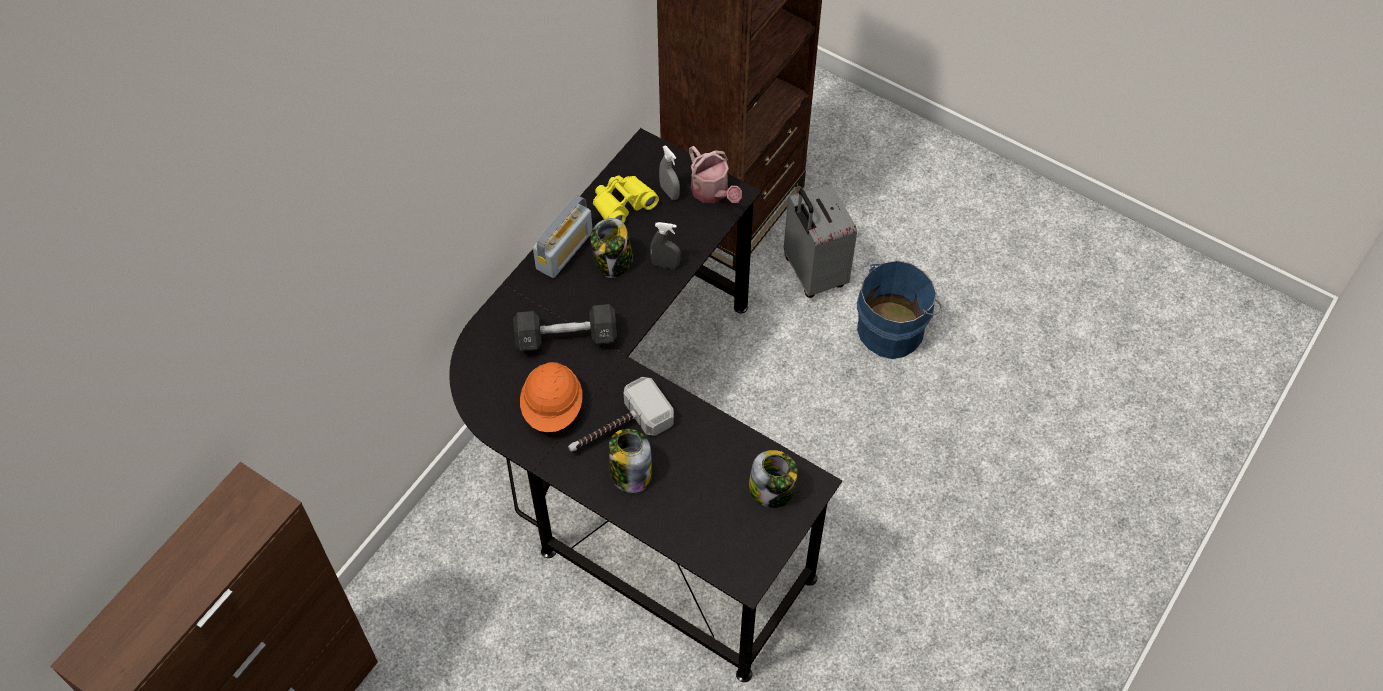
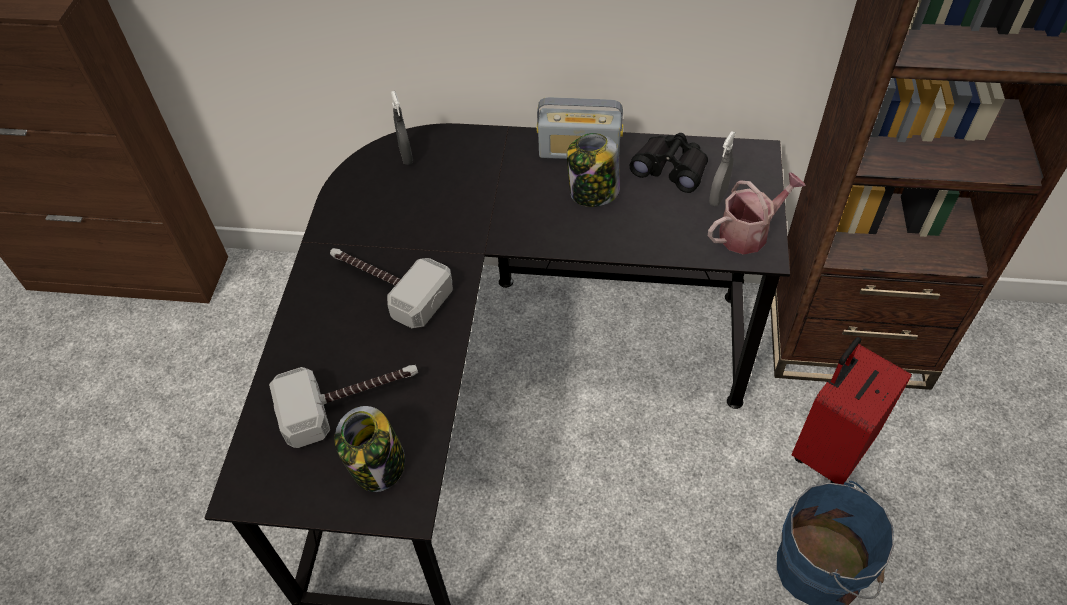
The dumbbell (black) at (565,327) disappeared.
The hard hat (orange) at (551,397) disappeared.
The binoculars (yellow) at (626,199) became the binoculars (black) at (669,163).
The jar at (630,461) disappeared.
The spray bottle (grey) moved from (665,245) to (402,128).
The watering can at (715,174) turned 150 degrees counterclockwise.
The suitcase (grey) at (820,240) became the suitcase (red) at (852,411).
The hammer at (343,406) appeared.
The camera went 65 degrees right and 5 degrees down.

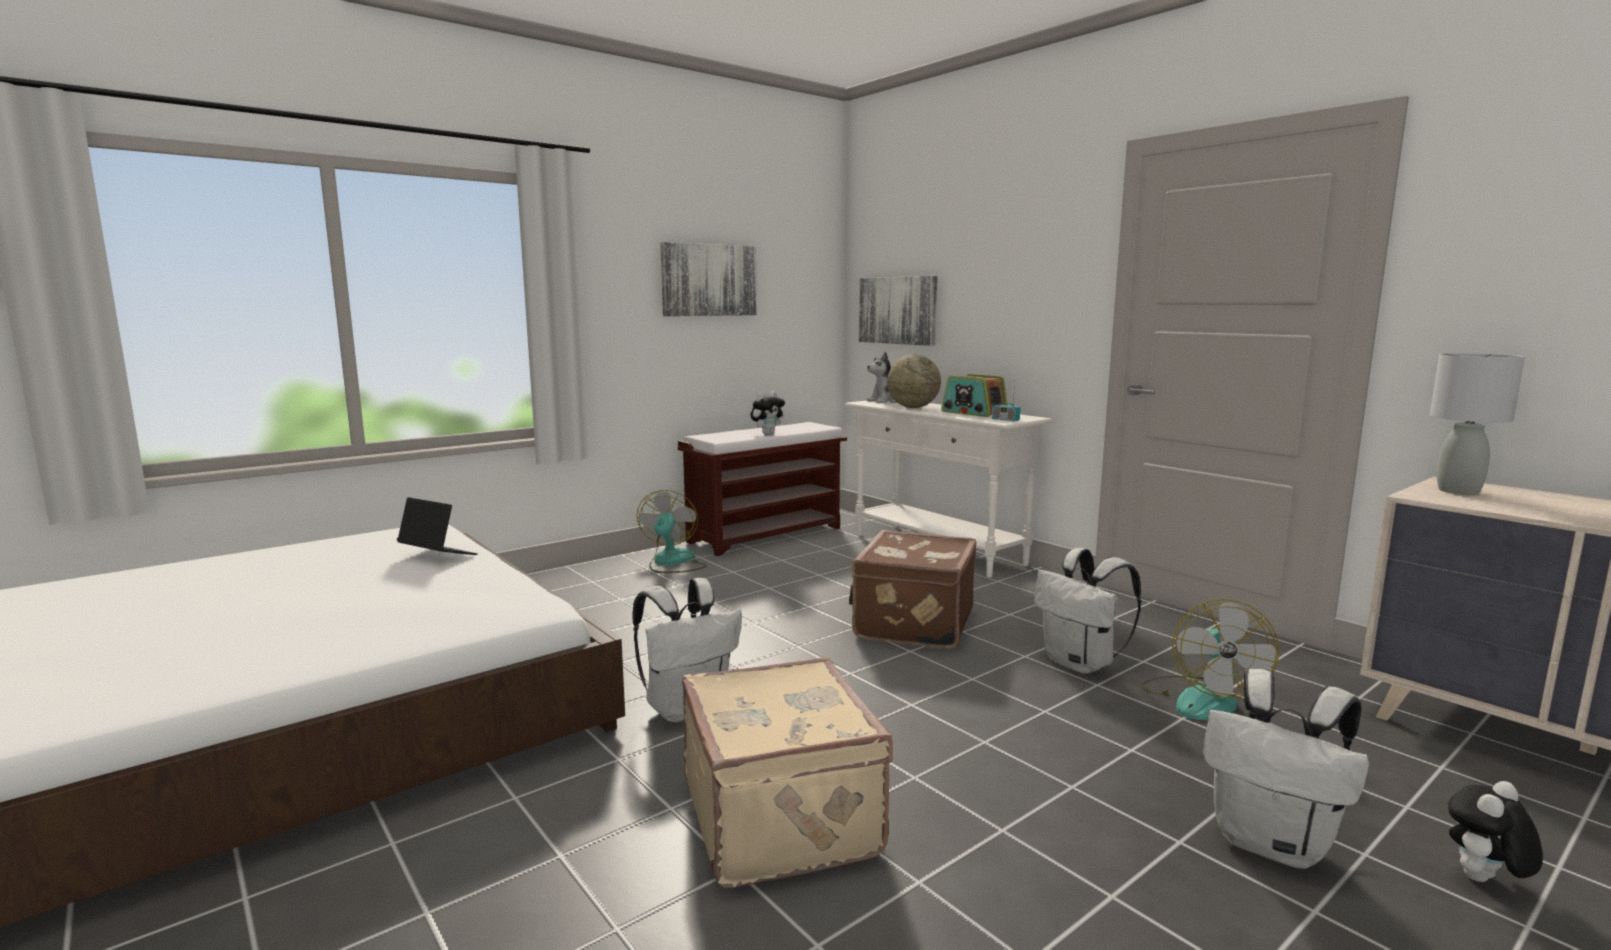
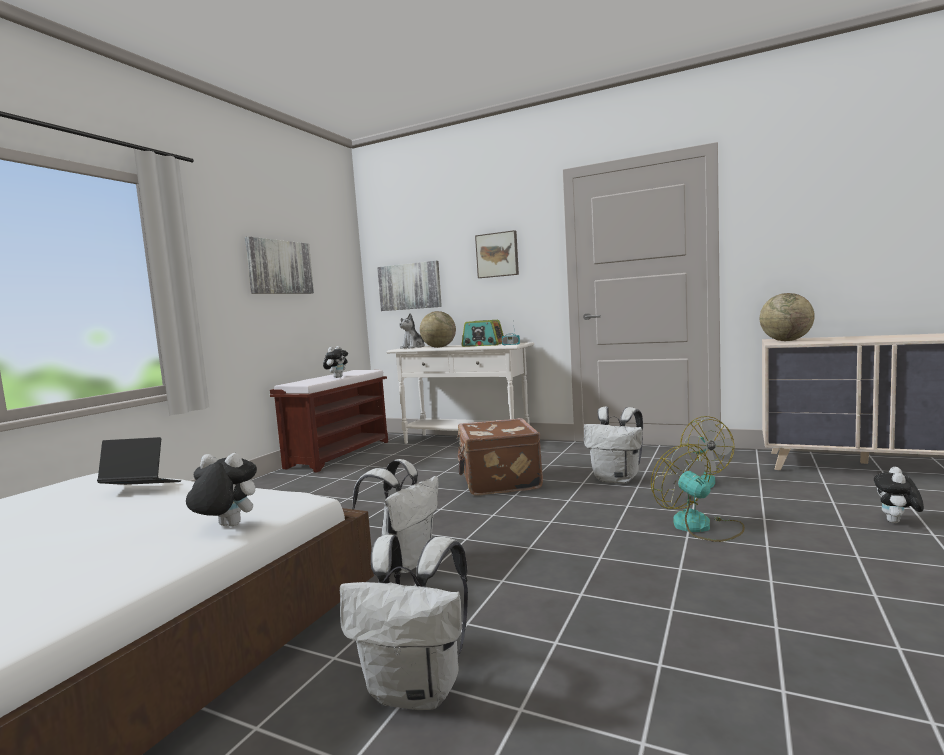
The fan moved from (672,531) to (698,493).
The suitcase (beige) at (787,772) disappeared.
The backpack (white) moved from (1286,769) to (404,622).
The table lamp (grey) at (1477,424) was replaced by the globe at (787,317).
The plush toy at (221,489) appeared.
The picture at (497,254) appeared.
The camera went 25 degrees left and 5 degrees down.

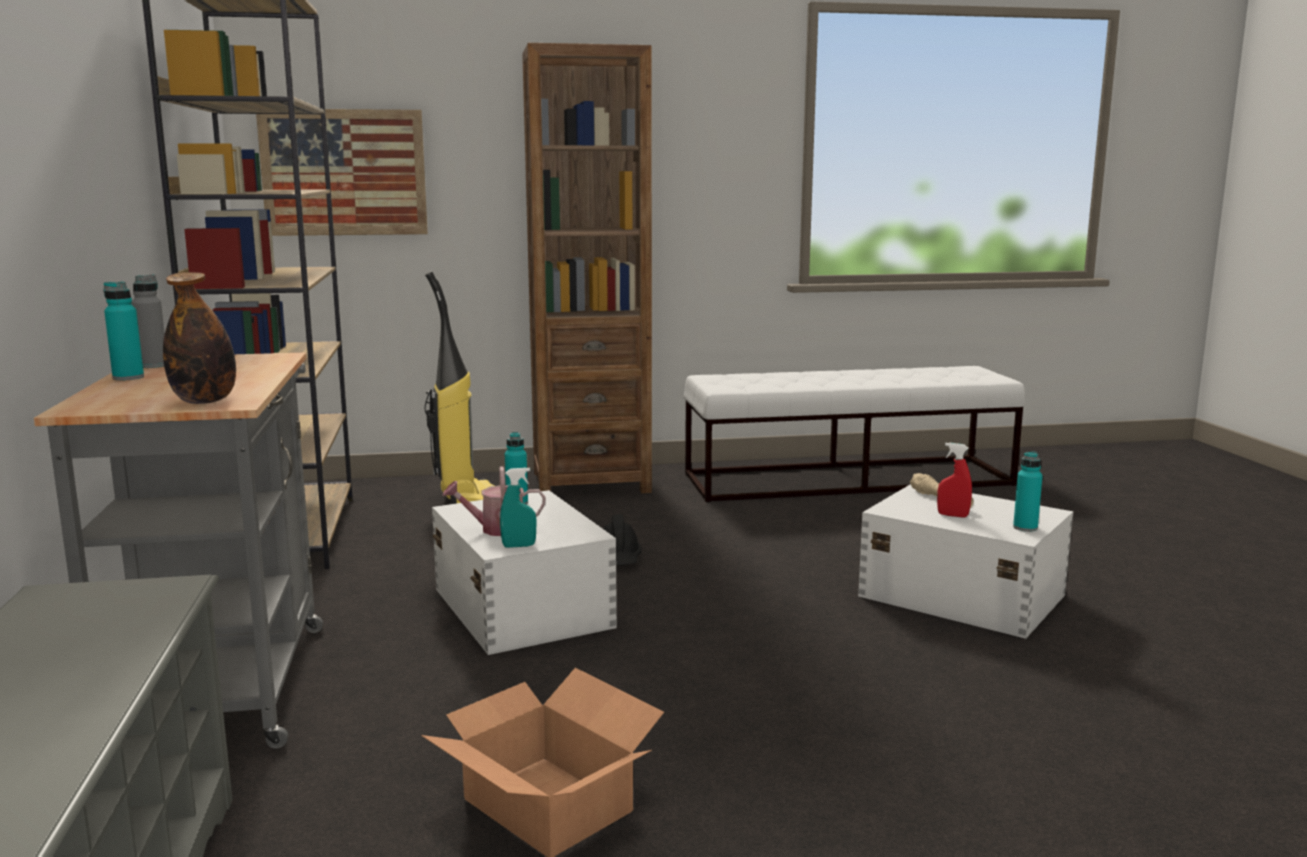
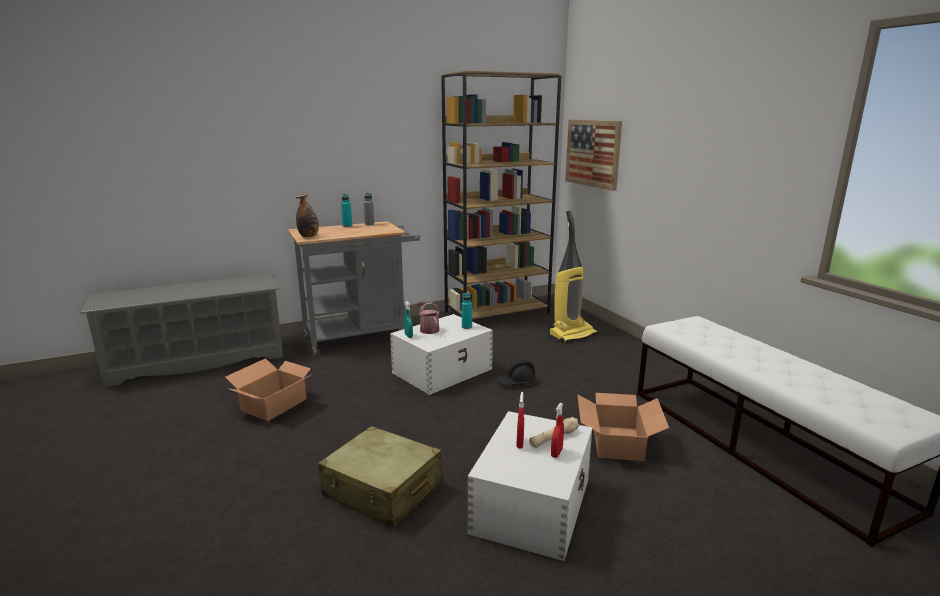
The bookcase (brown) at (587,268) disappeared.
The bottle (turquoise) at (1028,491) disappeared.
The suitcase (beige) at (380,476) appeared.
The spray bottle (red) at (557,430) appeared.
The cardboard box at (623,427) appeared.
The camera went 75 degrees right and 5 degrees up.

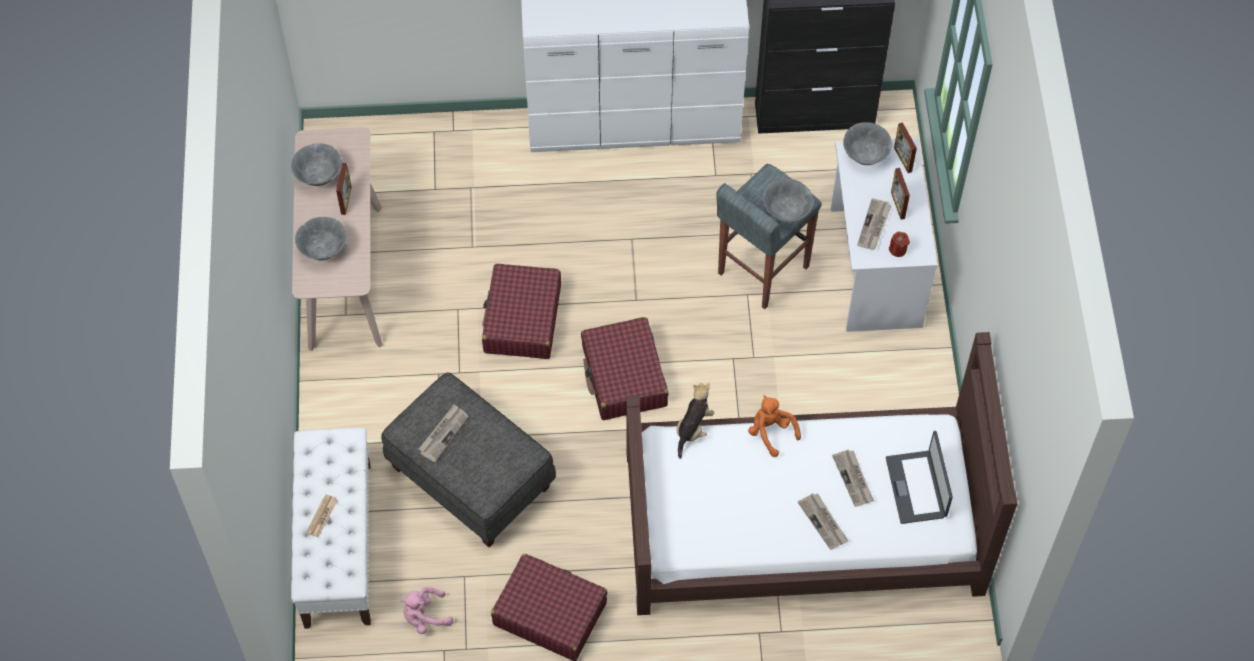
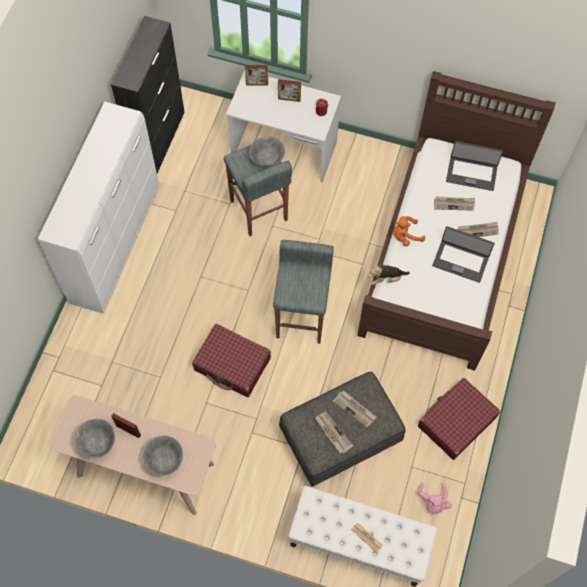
The suitcase (red) at (625,368) was replaced by the stool (grey) at (303,292).
The plush toy at (695,421) turned 60 degrees counterclockwise.
The bowl (grey) at (867,143) disappeared.
The newspaper moved from (874,224) to (355,408).
The laptop at (463,254) appeared.
The camera went 70 degrees left and 5 degrees up.

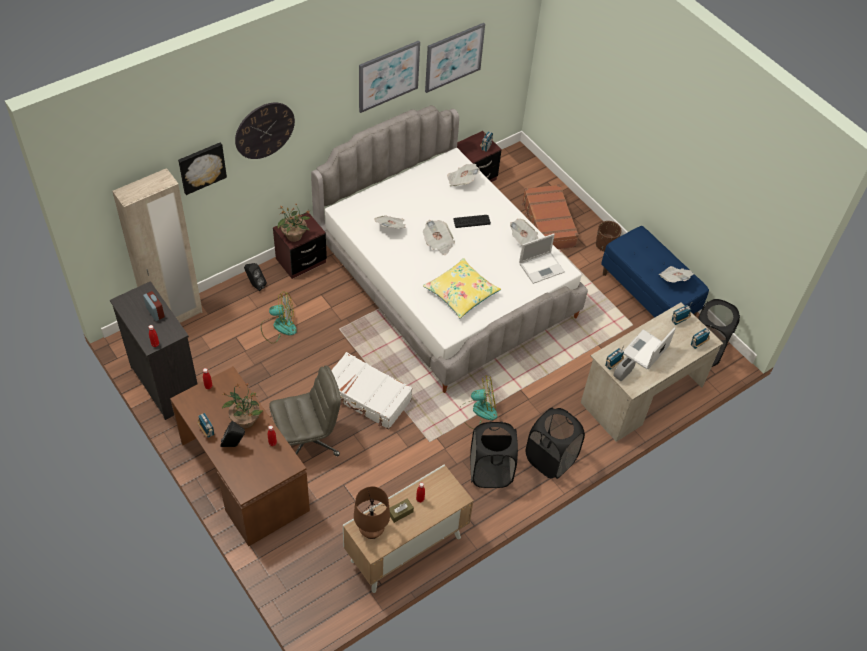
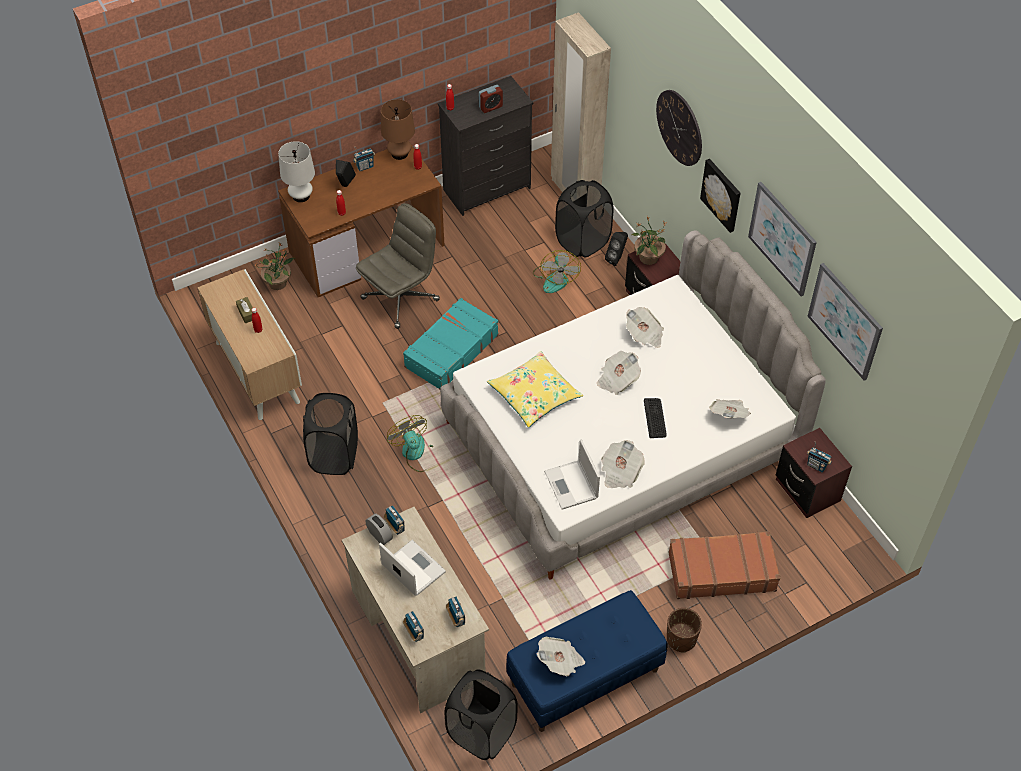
The picture moved from (202,169) to (720,196).
The potted plant moved from (242,405) to (274,266).
The office chair (grey) at (305,411) turned 120 degrees counterclockwise.
The suitcase (white) at (372,391) became the suitcase (turquoise) at (451,343).
The table lamp (brown) moved from (372,513) to (398,129).
The fan at (479,402) turned 150 degrees clockwise.
The laundry basket (black) moved from (555,443) to (584,219).
The table lamp (white) at (296,171) appeared.
The camera went 100 degrees right and 0 degrees up.

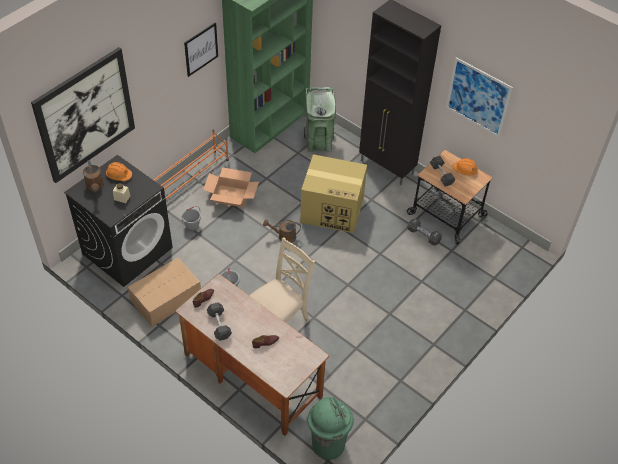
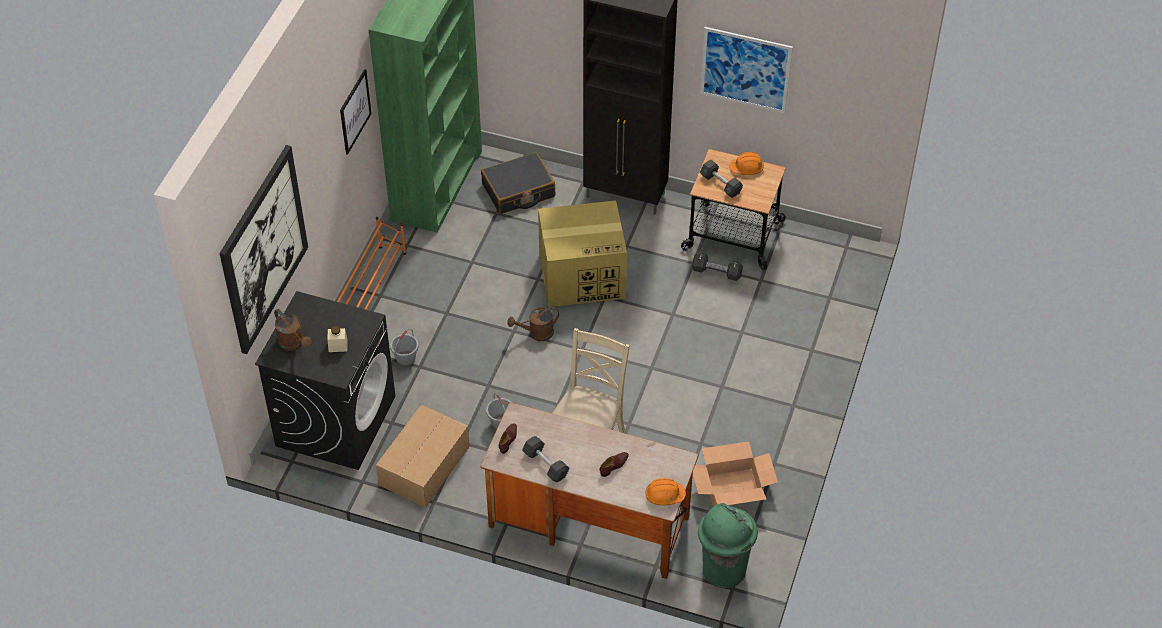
The hard hat (orange) moved from (119,171) to (666,491).
The cardboard box moved from (231,187) to (735,473).
The trash can (green) at (320,119) was replaced by the suitcase (black) at (518,183).
The camera went 20 degrees left and 0 degrees up.

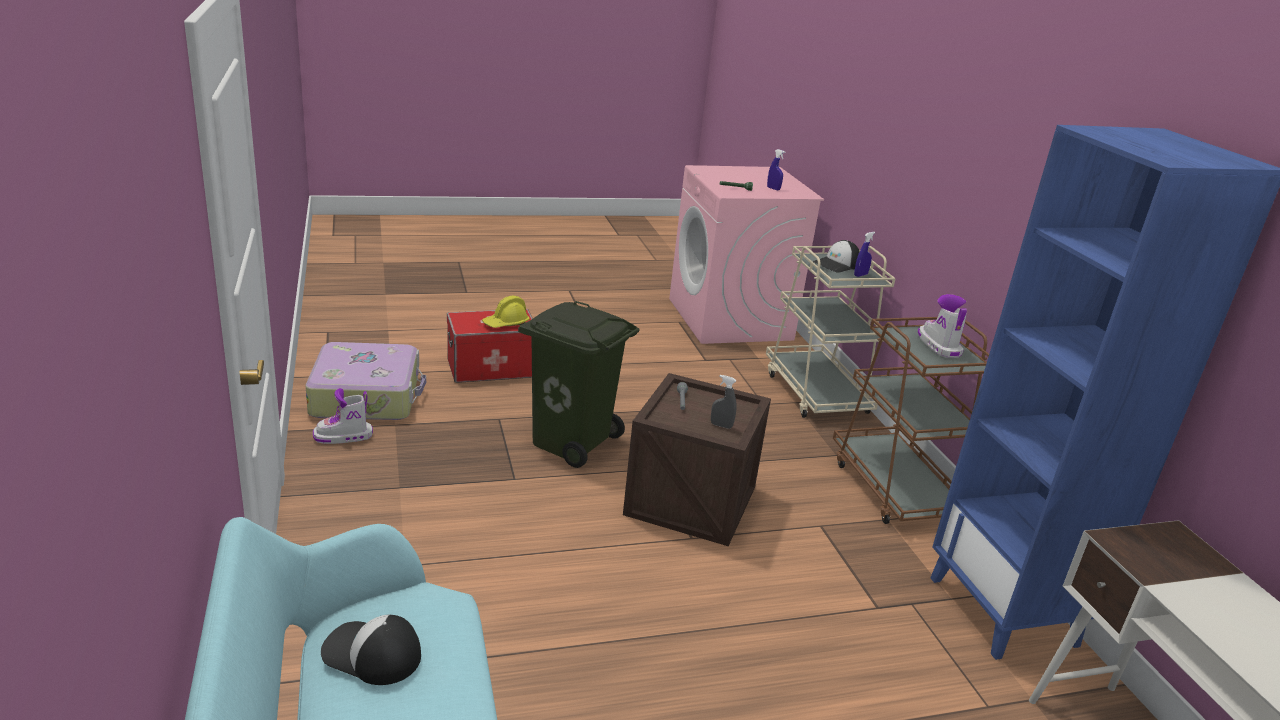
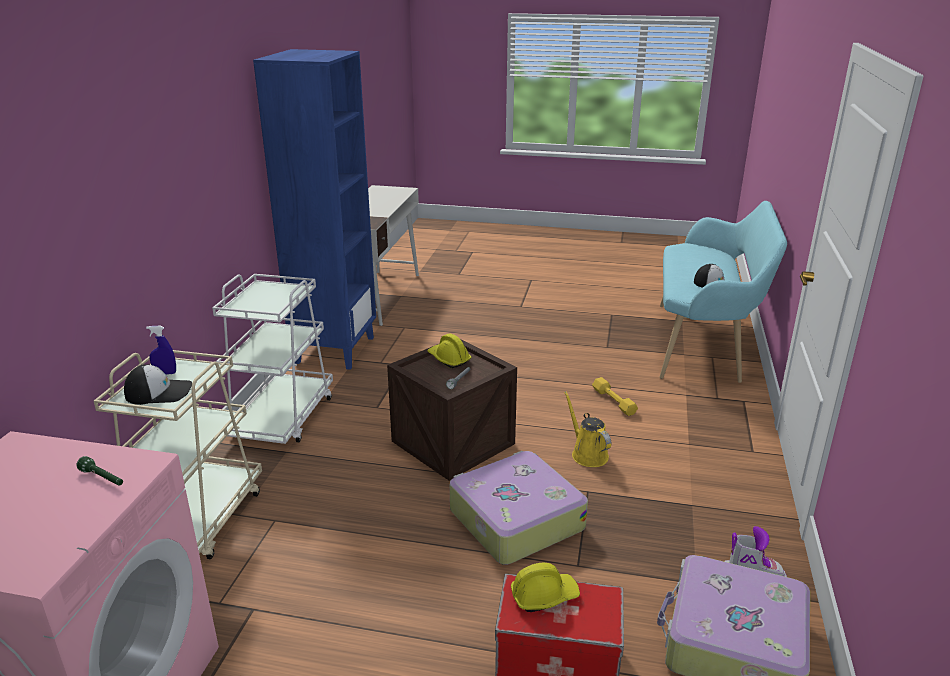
The trash can (green) at (579,384) was replaced by the suitcase at (519,508).
The spray bottle (grey) at (724,402) was replaced by the hard hat (yellow) at (450,351).
The spray bottle (blue) at (776,169) disappeared.
The cart (brown) at (911,420) became the cart (white) at (272,359).
The boot at (942,326) disappeared.
The watering can (yellow) at (587,429) appeared.
The dumbbell (yellow) at (615,396) appeared.
The camera went 150 degrees left and 0 degrees up.

